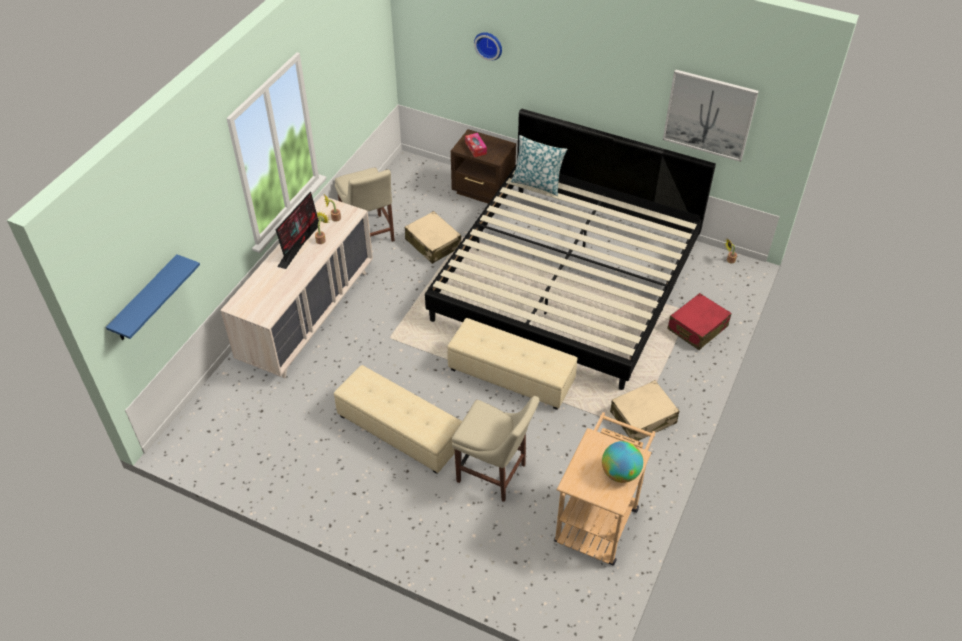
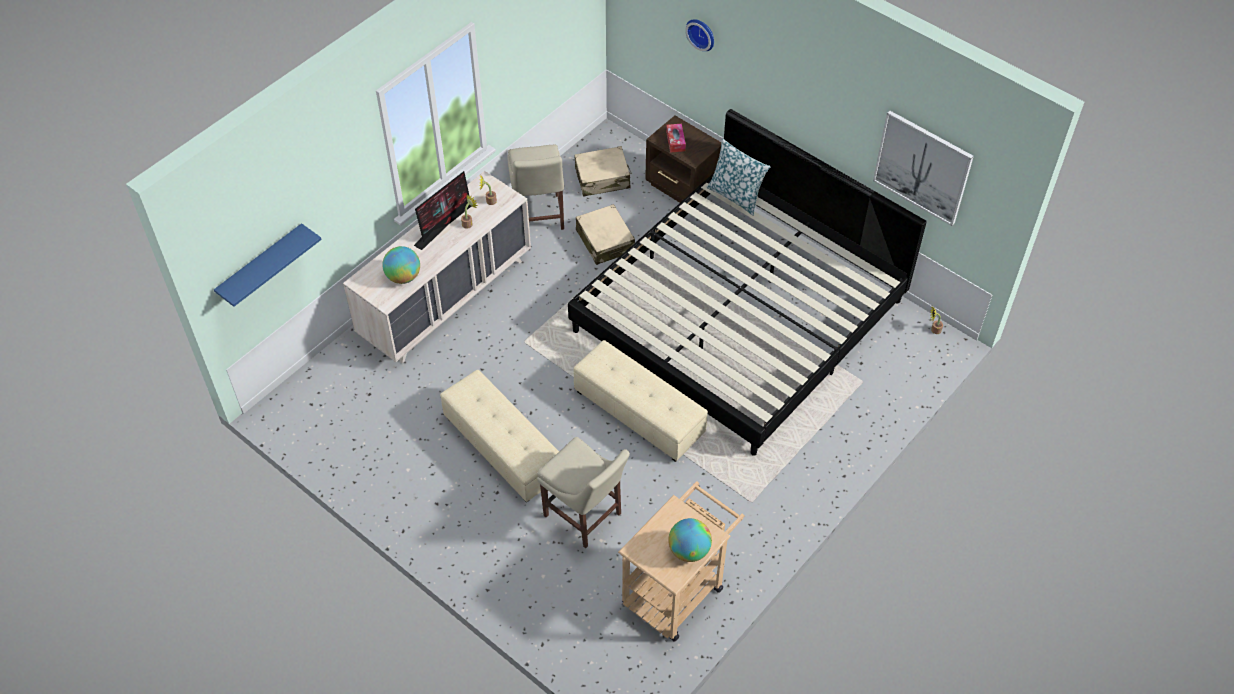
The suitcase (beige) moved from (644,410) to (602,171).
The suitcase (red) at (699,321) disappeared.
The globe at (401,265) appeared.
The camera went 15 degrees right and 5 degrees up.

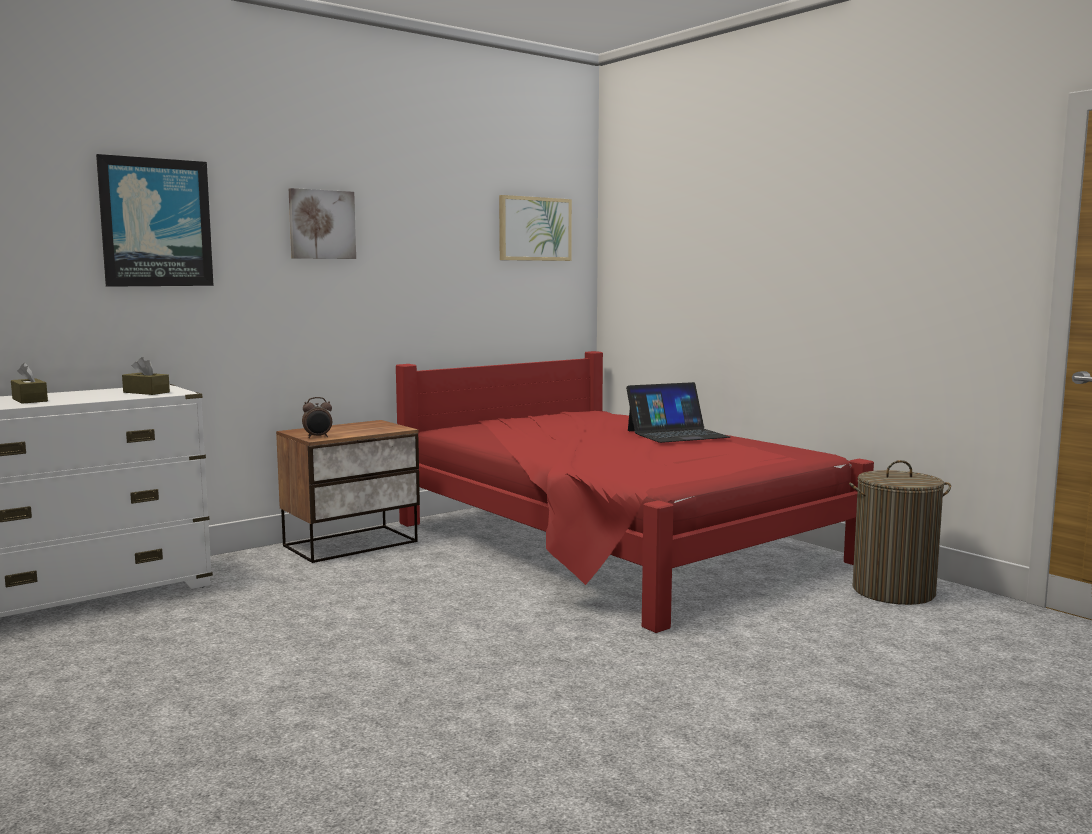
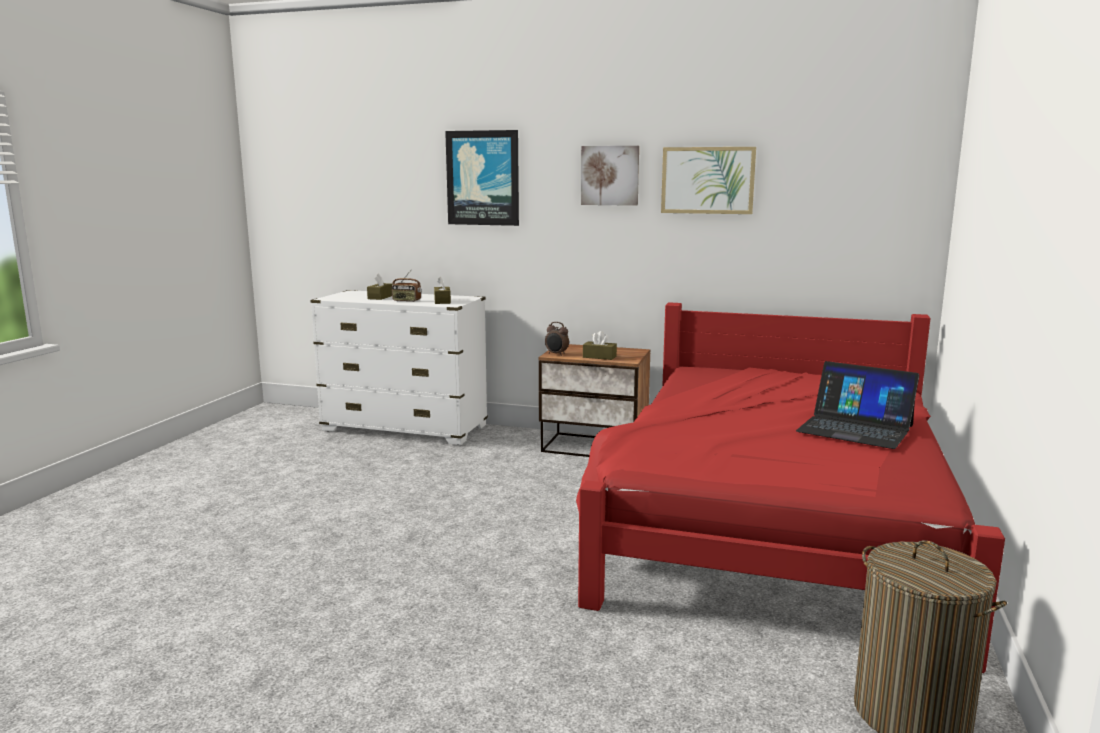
The picture moved from (535,228) to (708,180).
The radio at (407,285) appeared.
The tissue box (brown) at (600,345) appeared.
The camera went 55 degrees right and 5 degrees up.

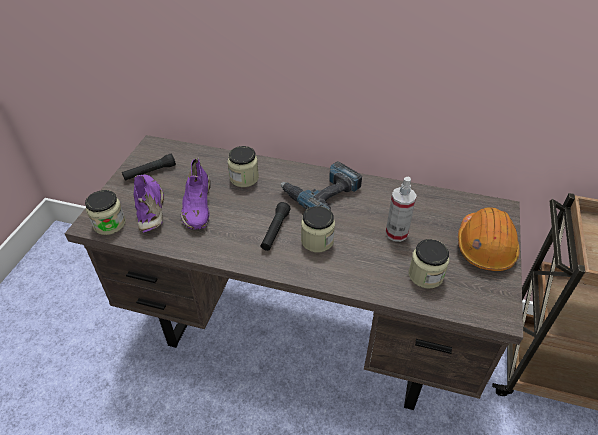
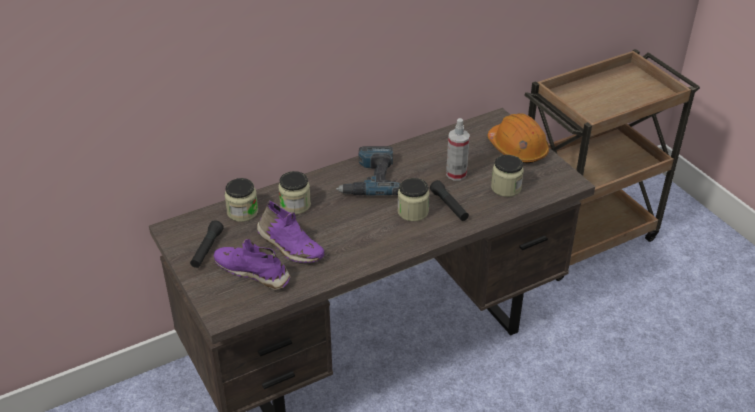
The jar moved from (105,212) to (241,200).
The flashlight (black) moved from (276,226) to (449,200).
The camera went 45 degrees left and 5 degrees down.

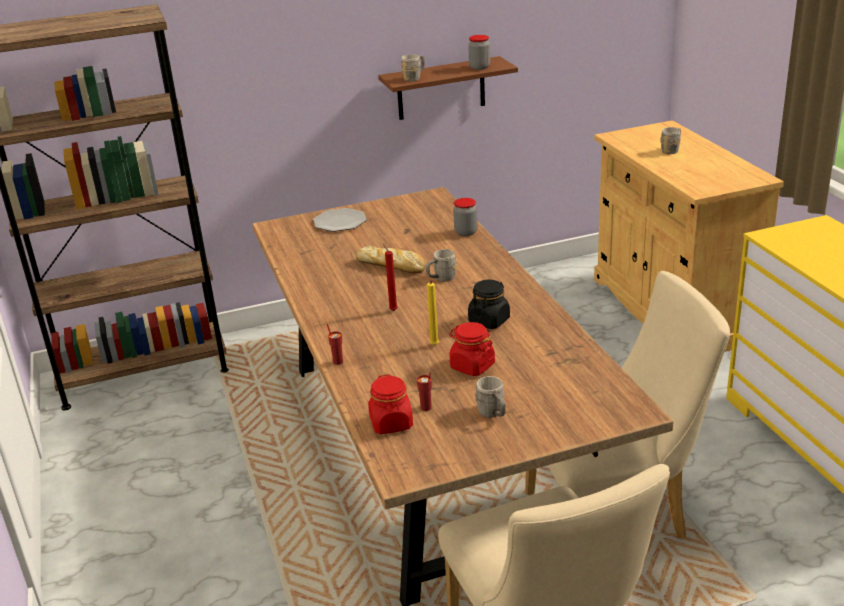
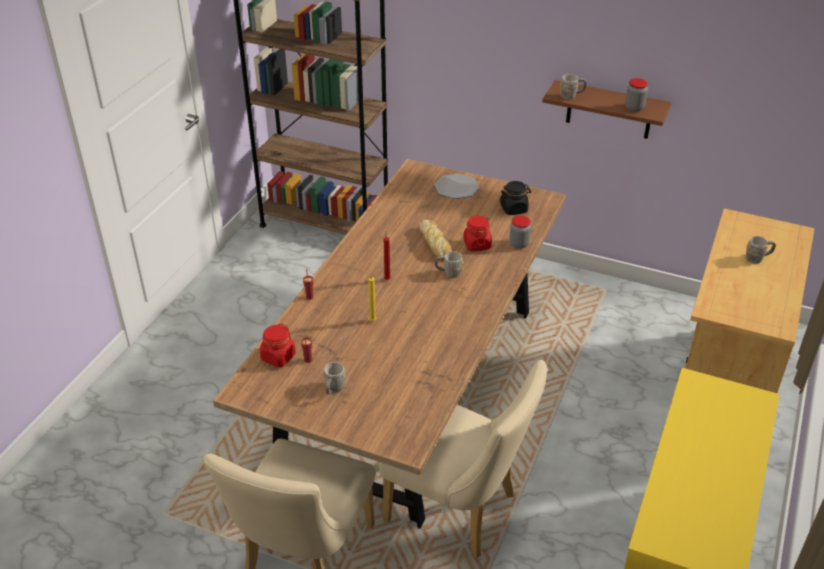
The jar (red) moved from (472,349) to (477,233).
The jar (black) moved from (489,304) to (515,198).
The camera went 40 degrees right and 10 degrees up.

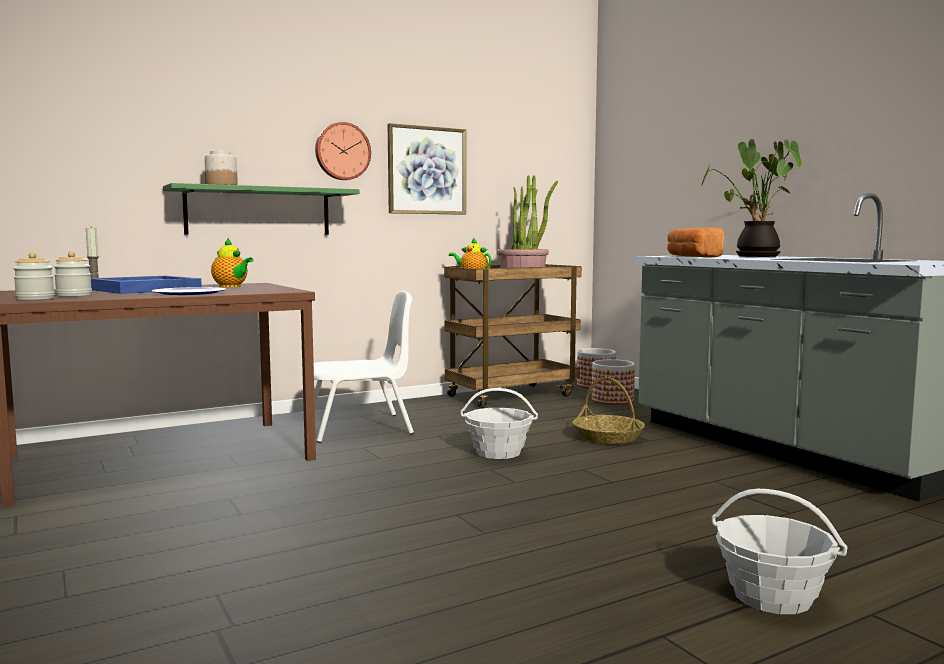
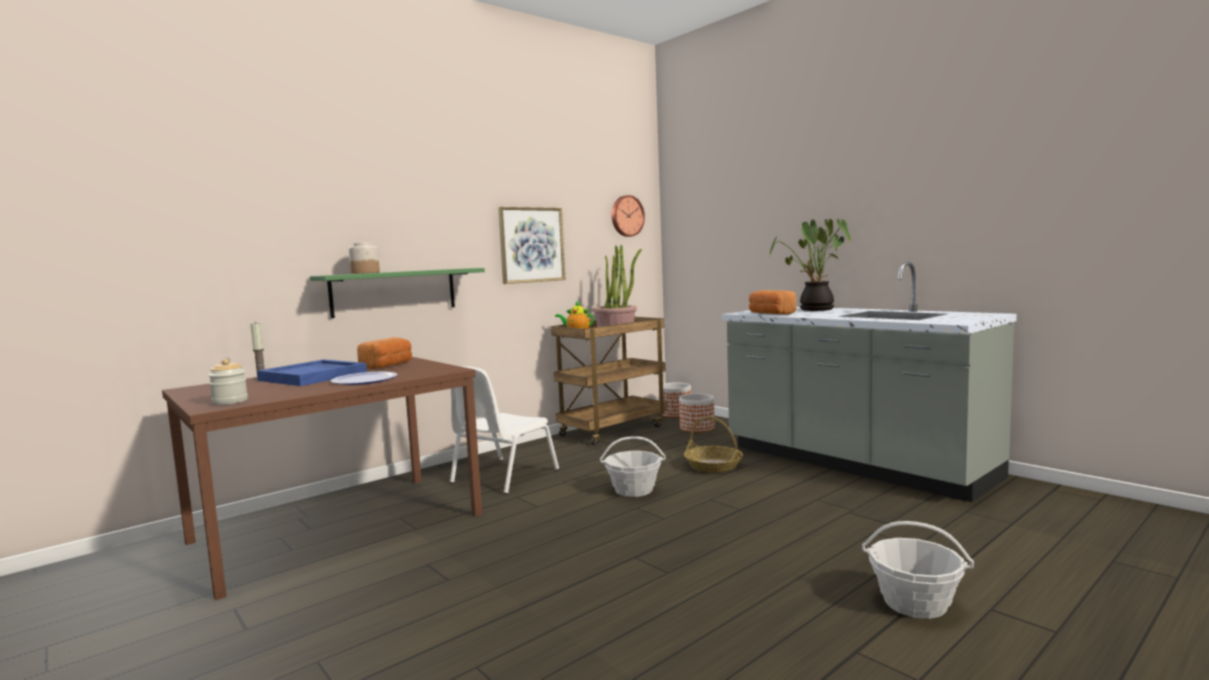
The jar at (73,274) disappeared.
The teapot at (232,262) was replaced by the bread at (384,353).
The chair (white) at (364,367) turned 150 degrees clockwise.
The wall clock moved from (343,151) to (628,216).
The camera went 10 degrees left and 0 degrees up.

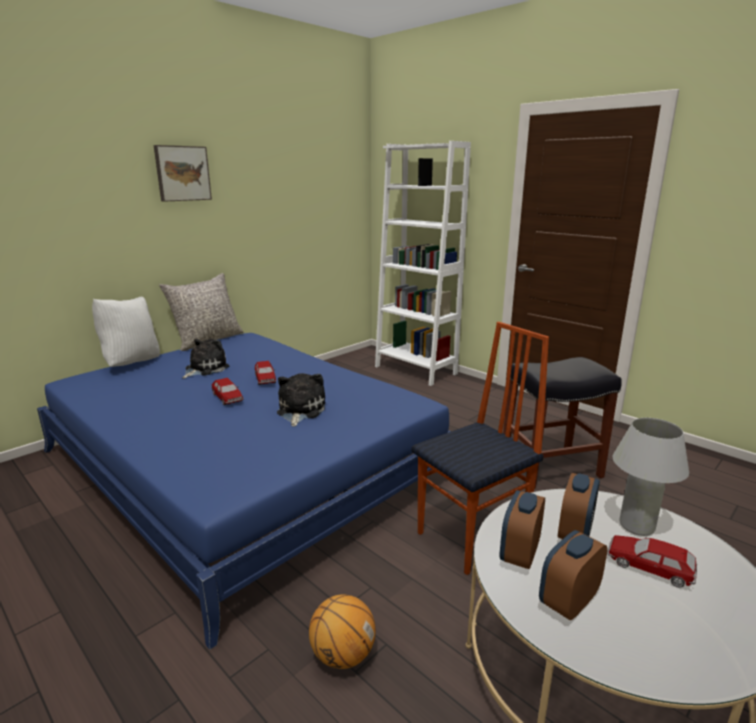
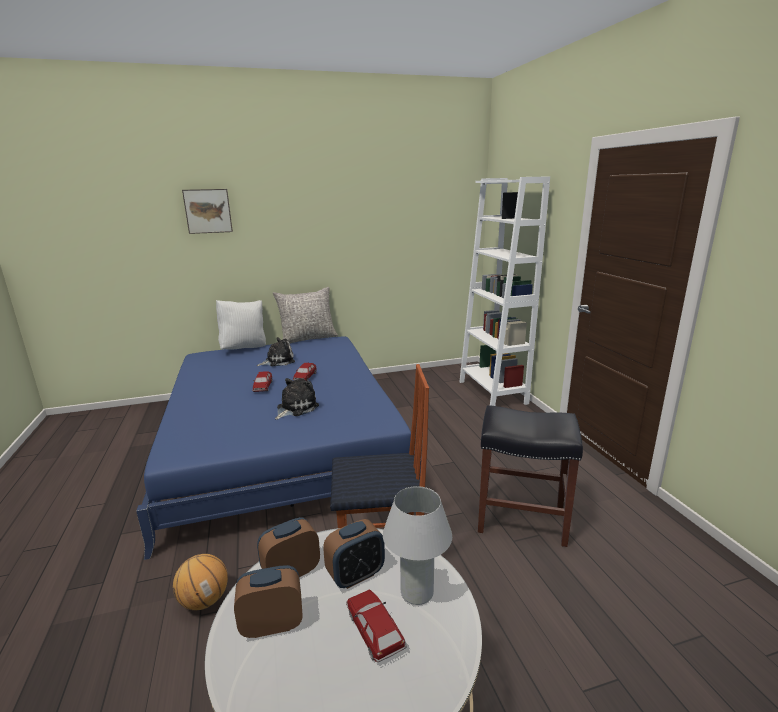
The picture moved from (183,173) to (207,211).
The camera went 30 degrees right and 0 degrees up.

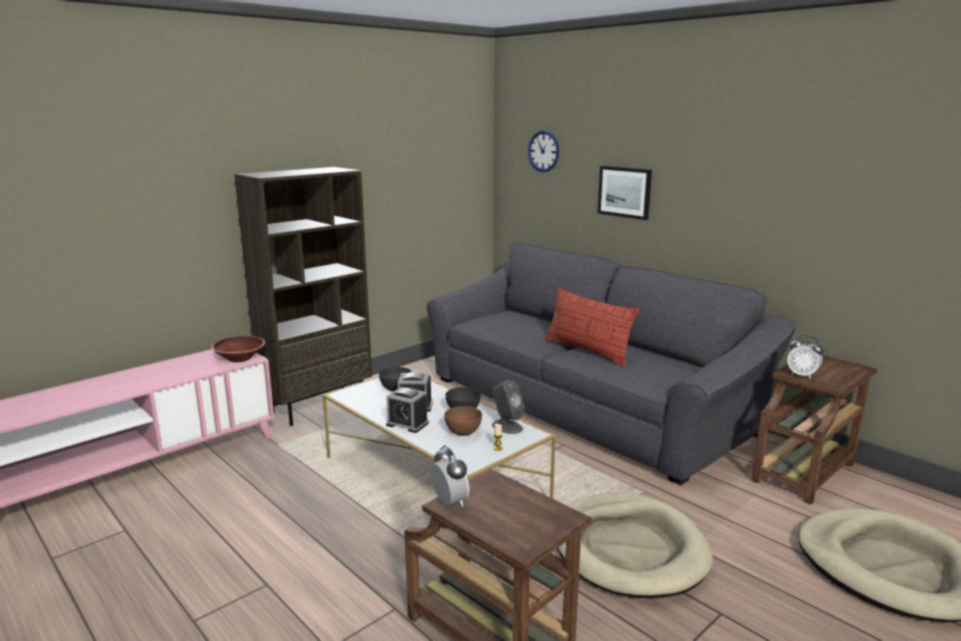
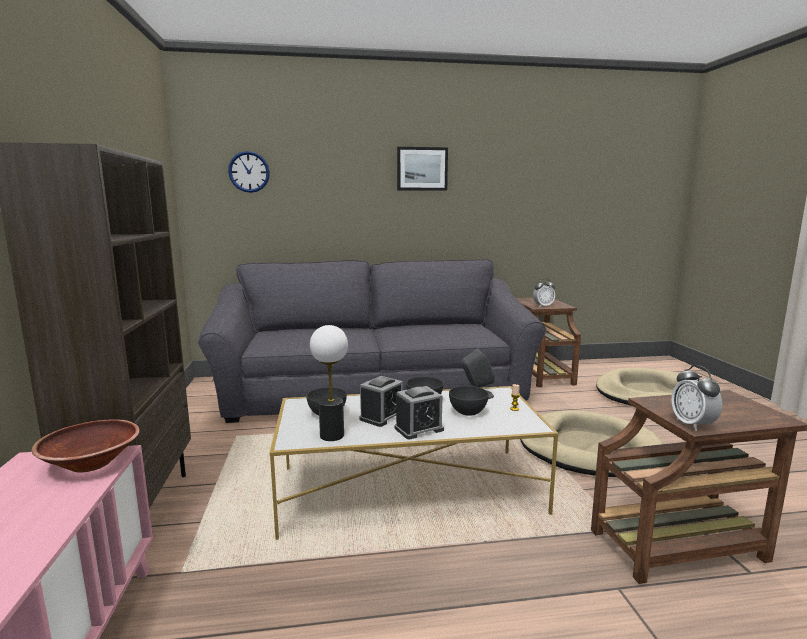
The alarm clock at (450,476) turned 105 degrees counterclockwise.
The bowl (brown) at (463,421) became the bowl (grey) at (469,401).
The pillow at (592,327) disappeared.
The picture moved from (625,193) to (422,169).
The table lamp at (329,383) appeared.
The camera went 55 degrees left and 5 degrees down.

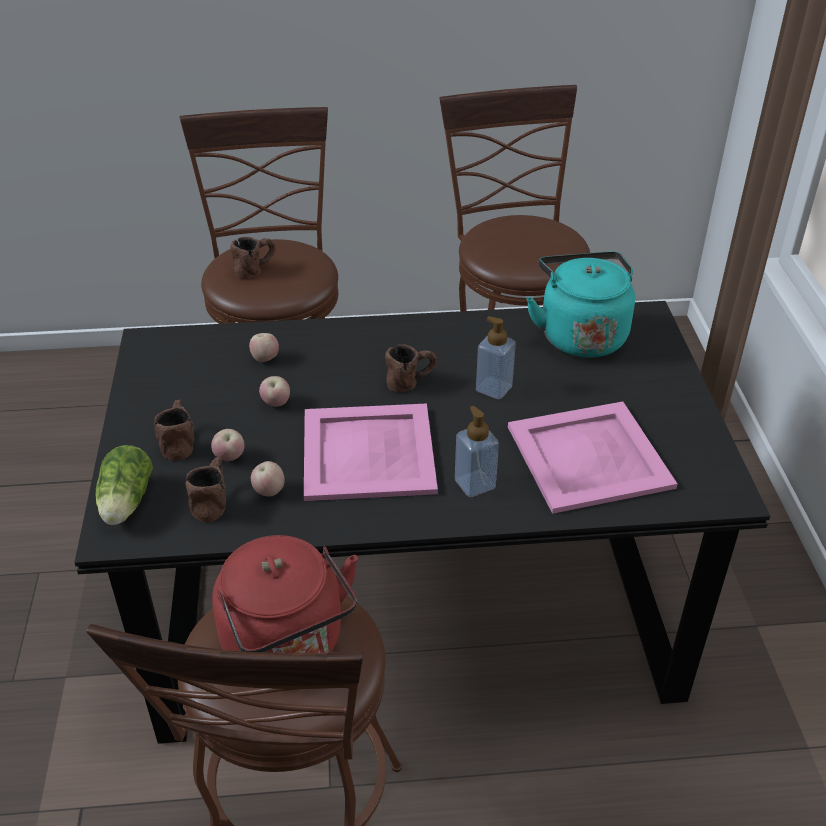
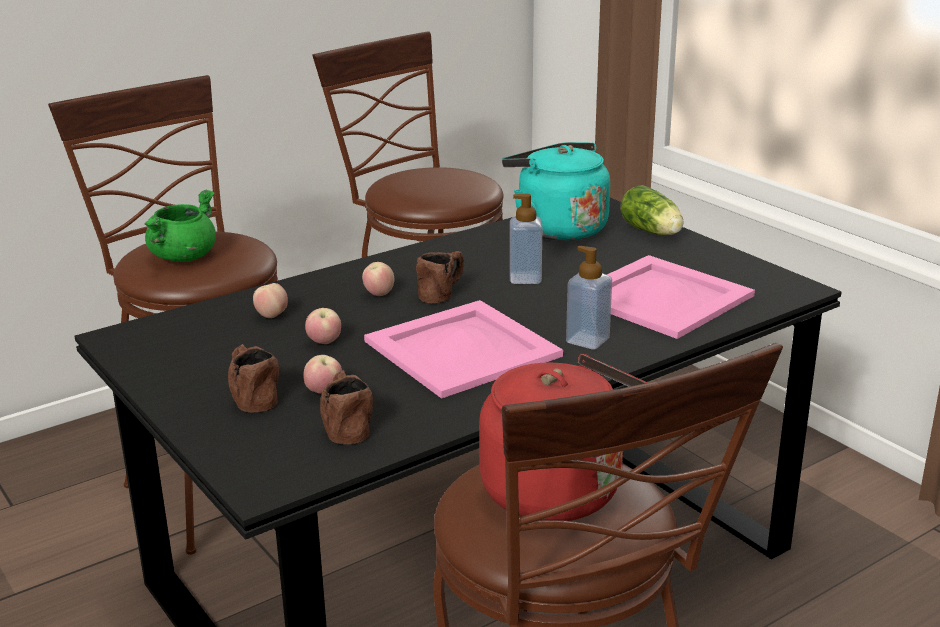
The lettuce moved from (124,485) to (652,210).
The mug (brown) at (253,258) was replaced by the cooking pot (green) at (180,225).
The apple moved from (268,478) to (378,279).
The camera went 30 degrees left and 15 degrees down.

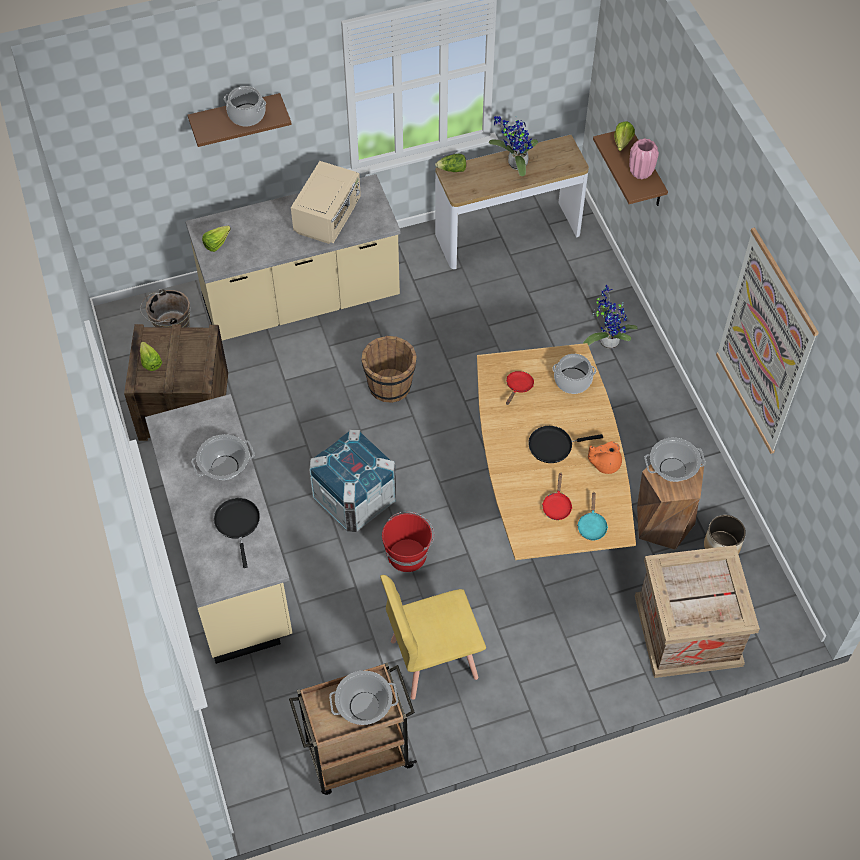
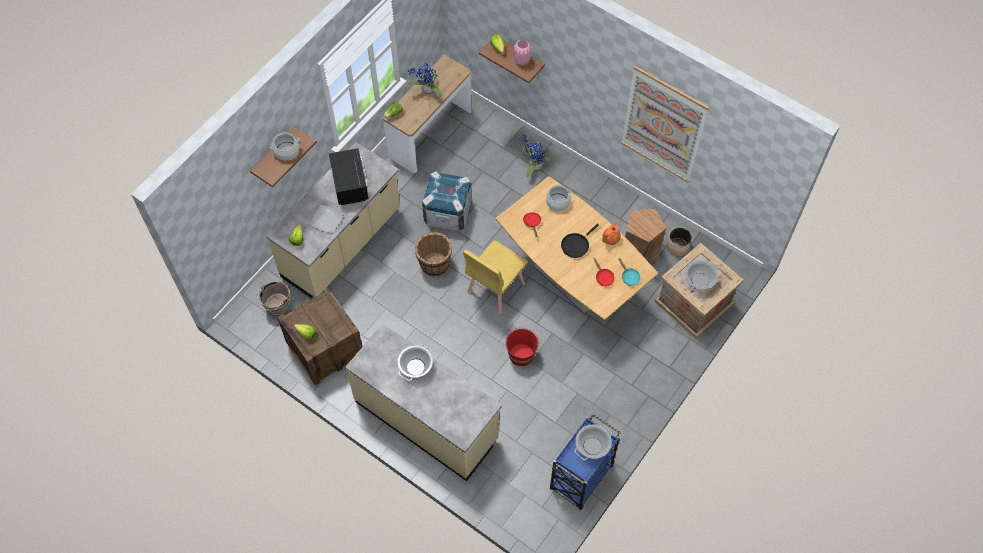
The frying pan (black) at (237,533) disappeared.
The cart (brown) at (353,728) became the cart (blue) at (585,462).
The microwave (beige) at (326,202) became the microwave (black) at (349,176).
The crate moved from (352,481) to (446,201).
The chair (yellow) moved from (433,637) to (495,277).
The cooking pot moved from (675,460) to (701,275).
The plate at (326,219) appeared.
The camera went 35 degrees left and 5 degrees up.

